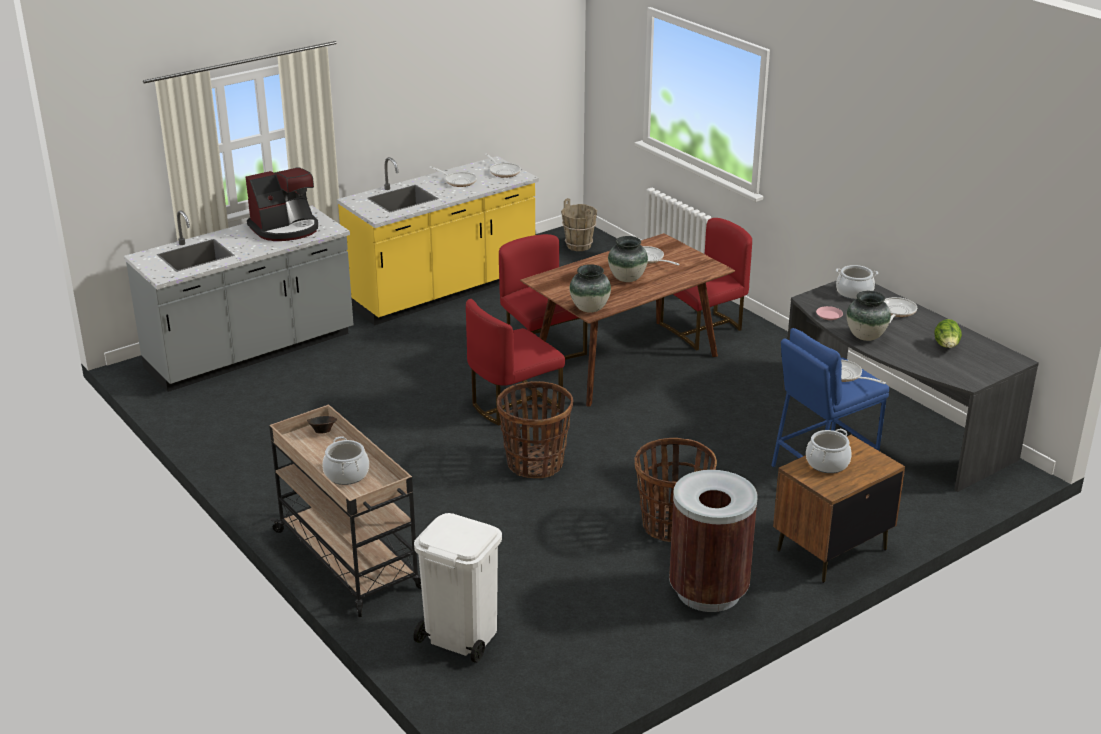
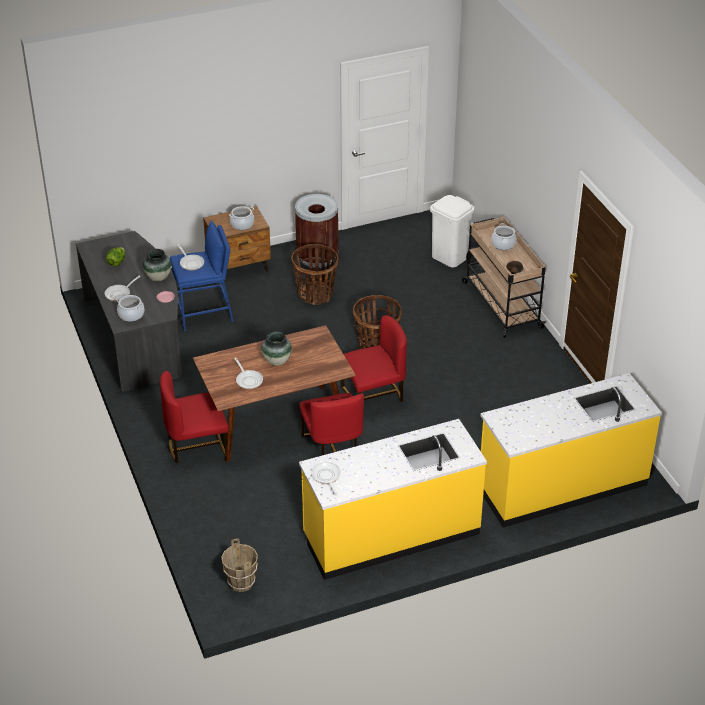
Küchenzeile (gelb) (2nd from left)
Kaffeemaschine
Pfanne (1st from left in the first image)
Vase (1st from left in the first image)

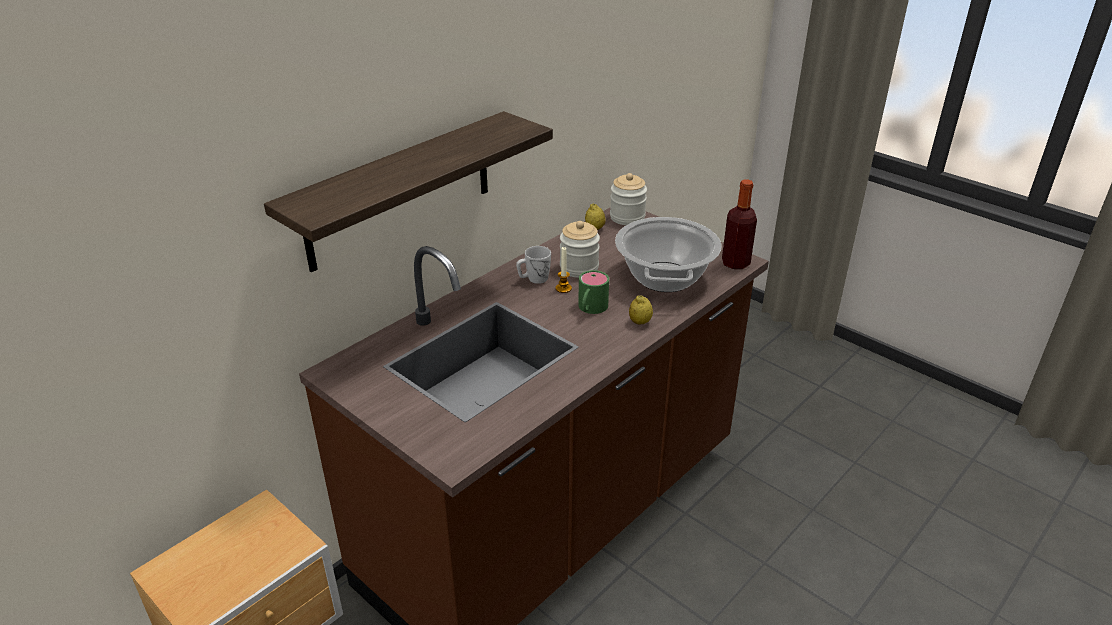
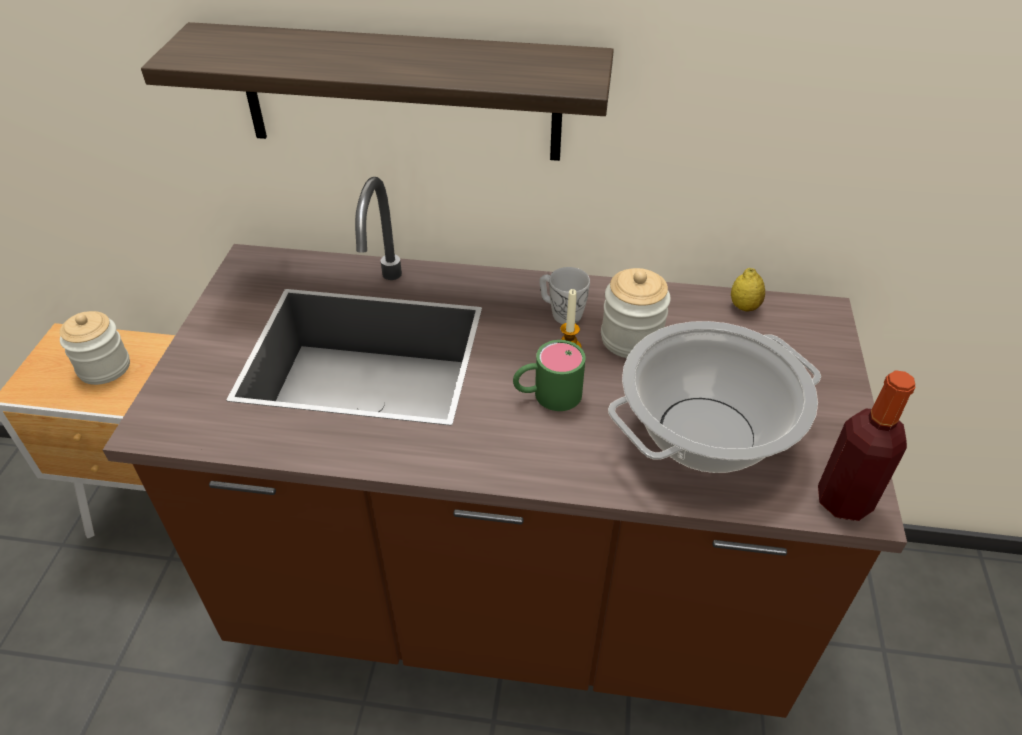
Vorratsglas (1st from left)
Zitrone (2nd from left in the first image)

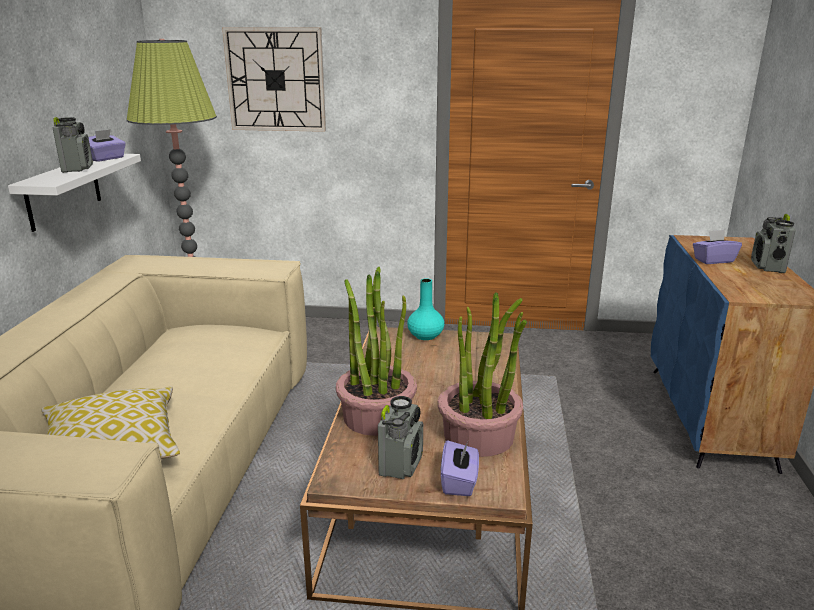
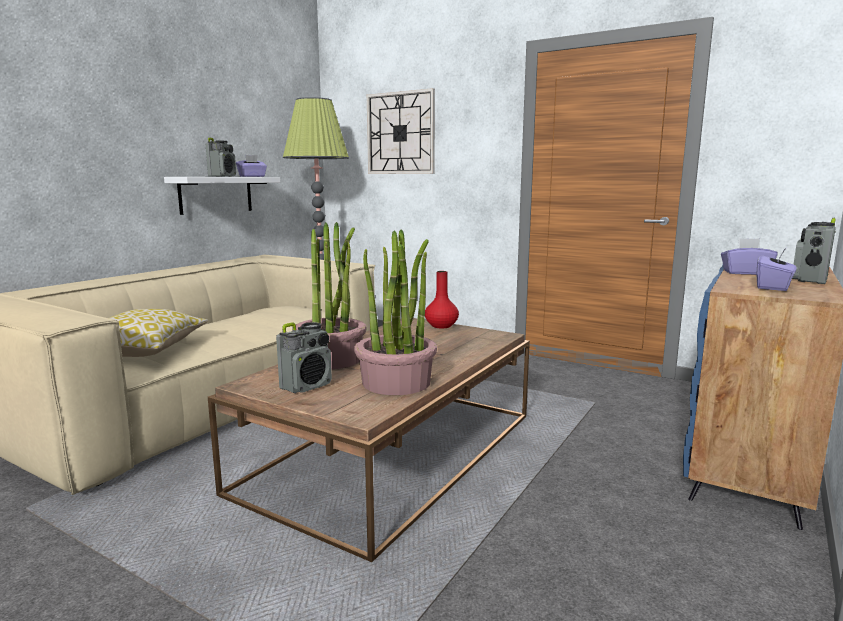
Vase (rot)
Taschentuchbox (lila) (3rd from left)

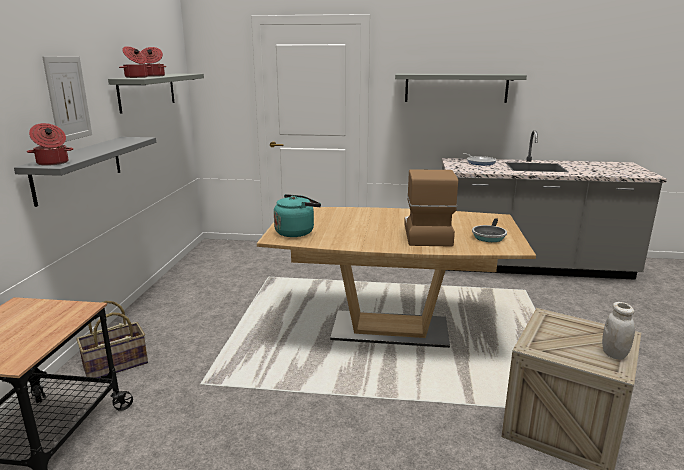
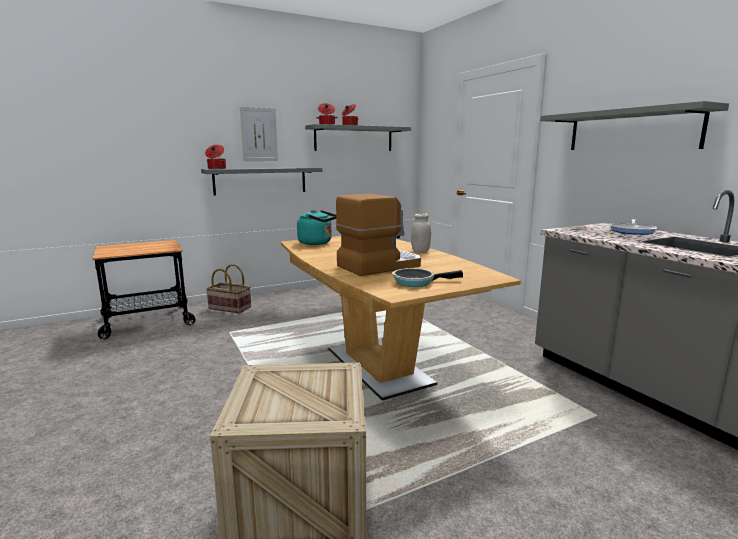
Vorratsglas (weiß)

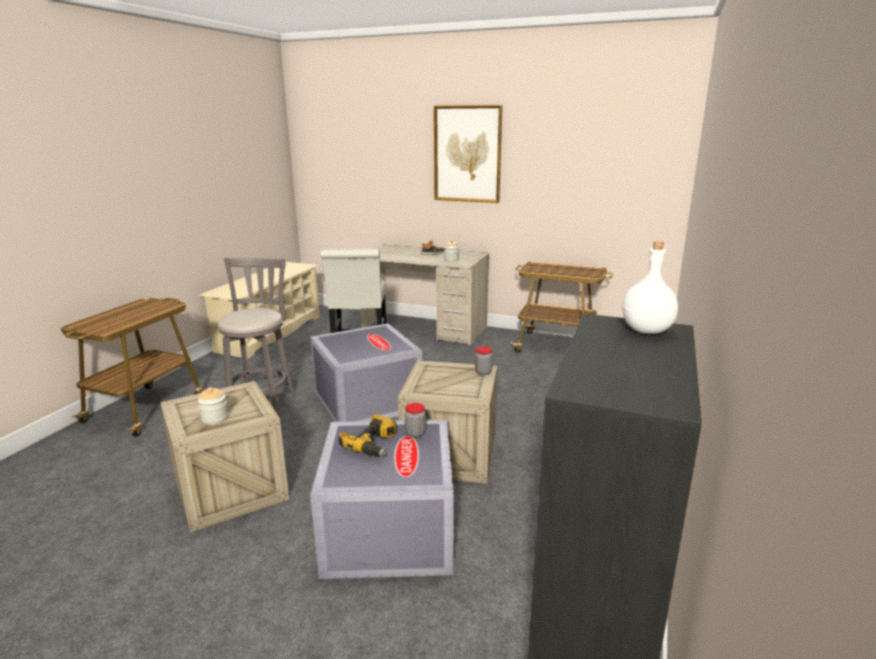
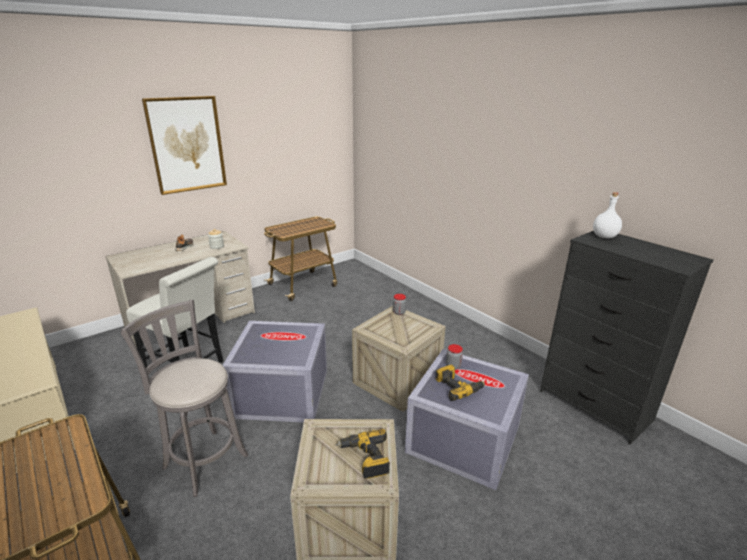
Bohrmaschine (1st from left)

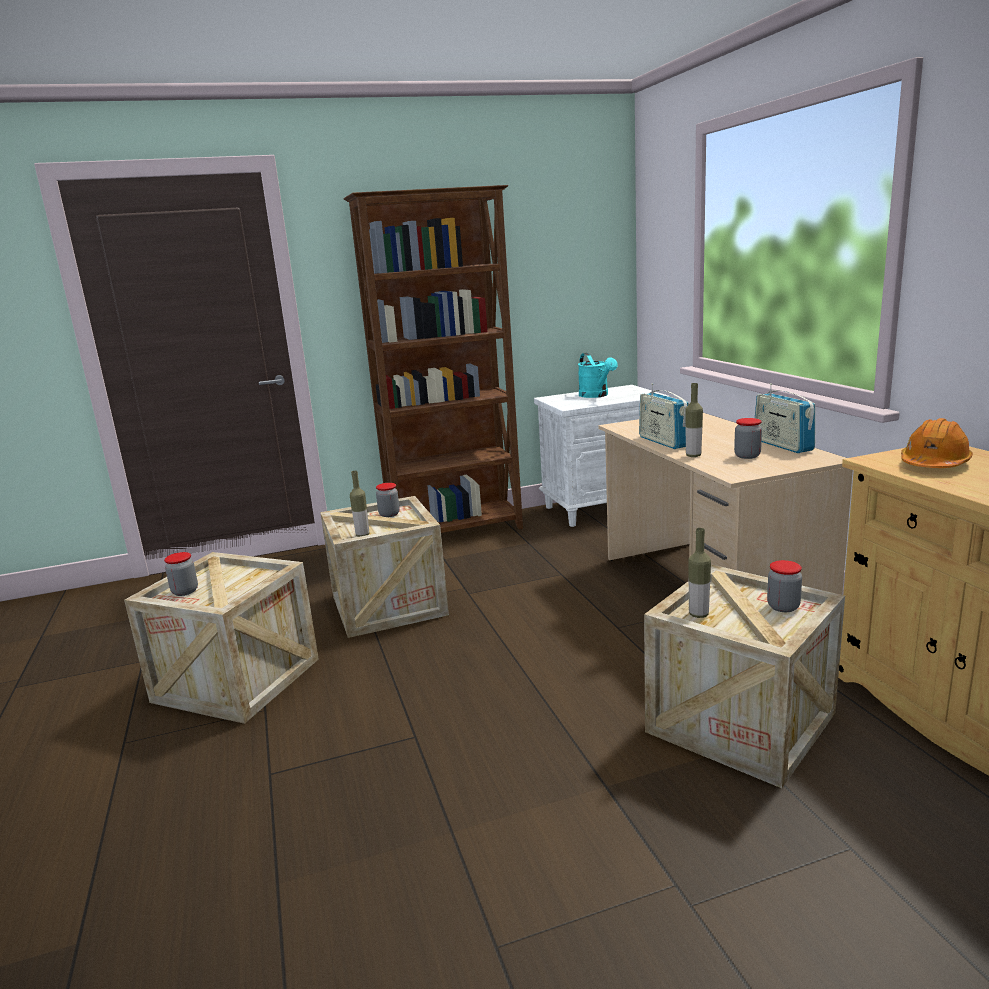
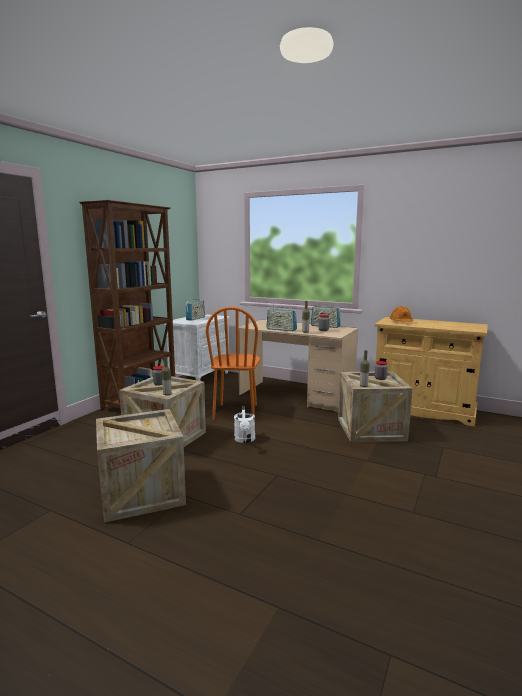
Vorratsglas (1st from left in the first image)
Radio (1st from left)
Stuhl (orange)
Gießkanne (weiß)

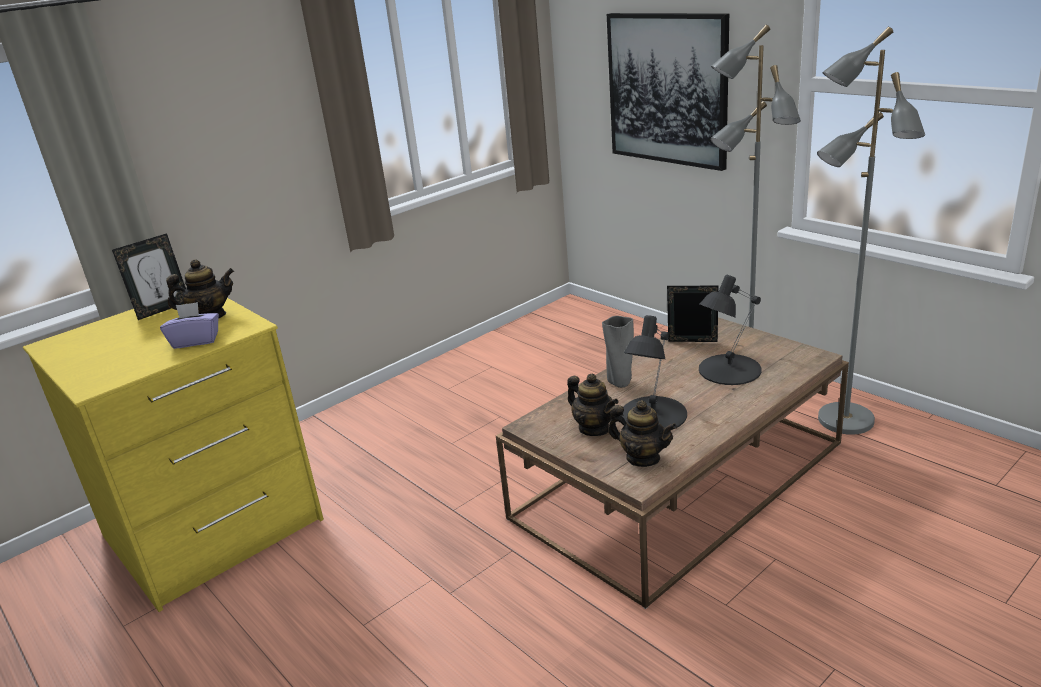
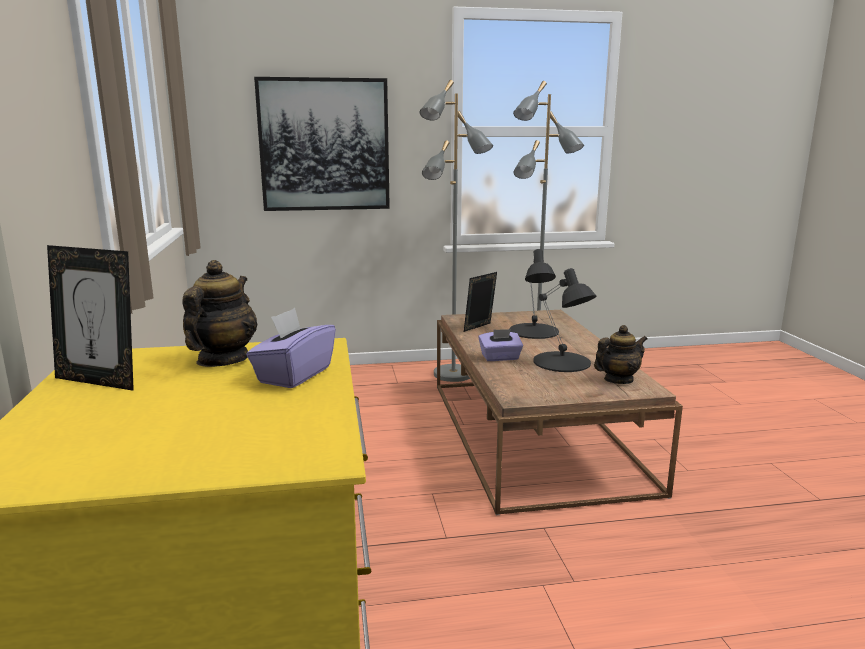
Bilderrahmen (1st from left)
Teekanne (2nd from left in the first image)
Taschentuchbox (lila) (2nd from left)

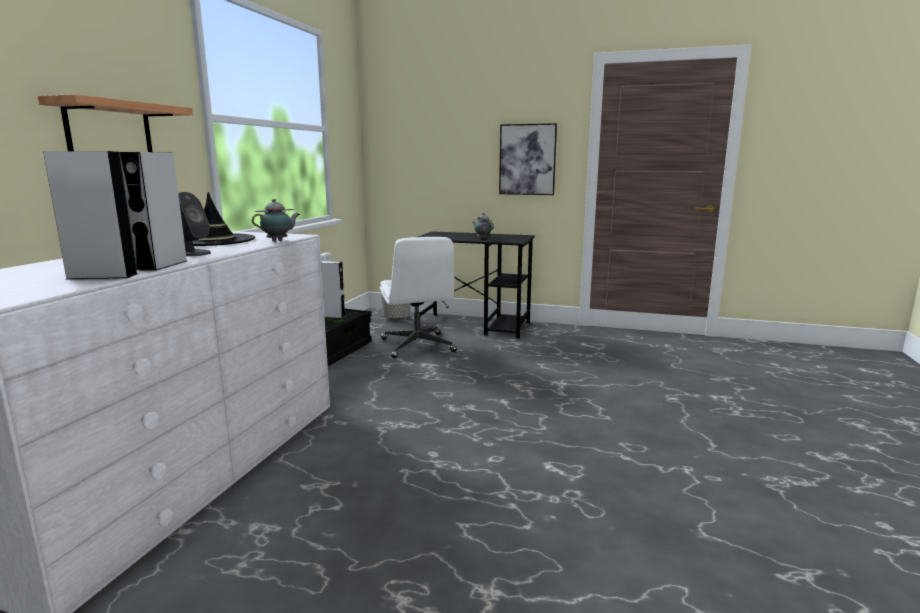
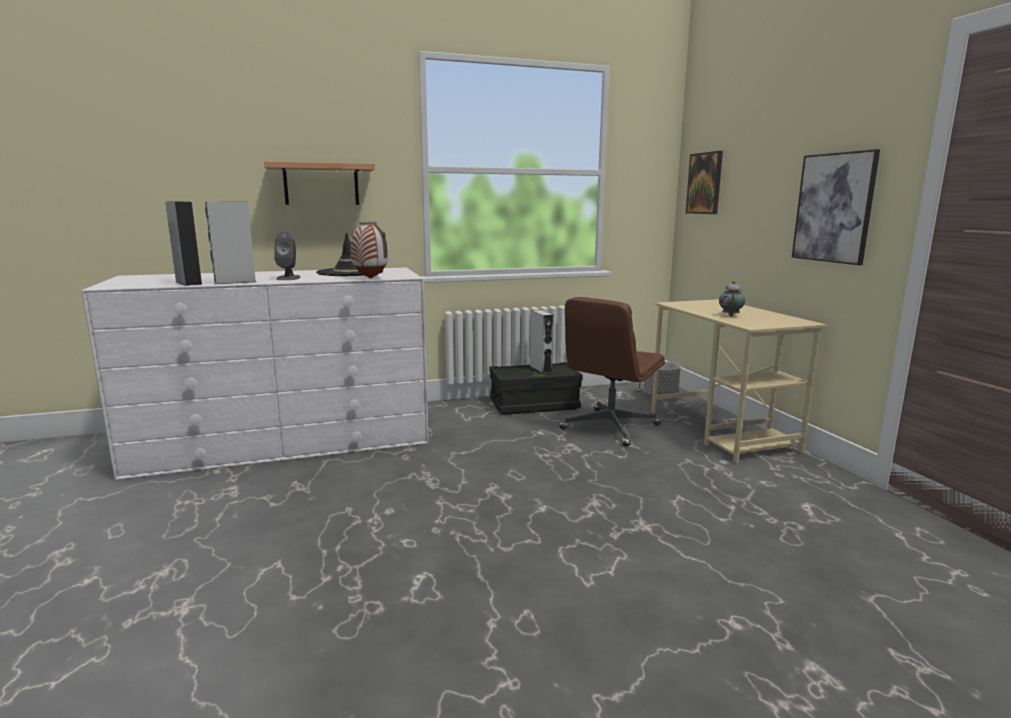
Vase
Bürostuhl (braun)
Schreibtisch (beige)
Bild (1st from left)

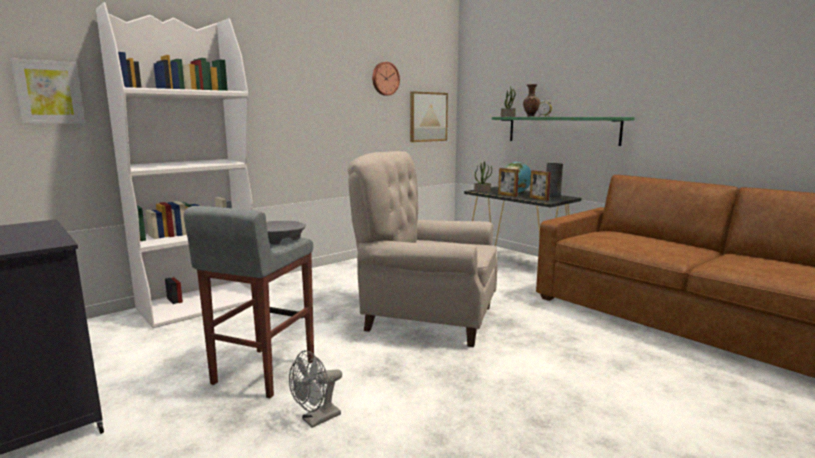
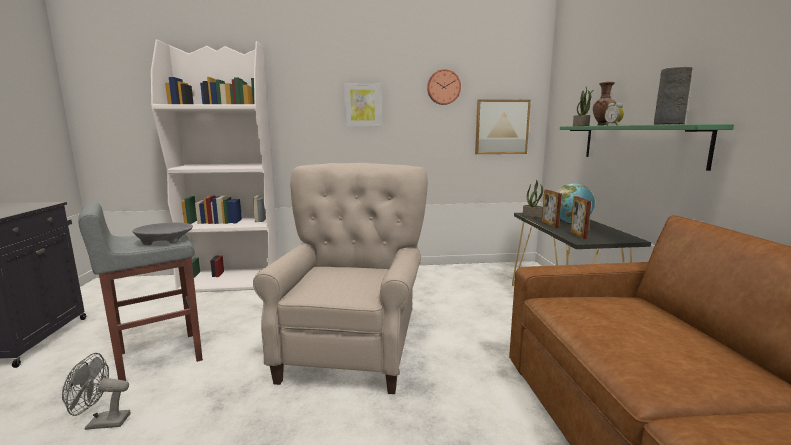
Bild (1st from left)
Sessel (beige)
Vase (grau)

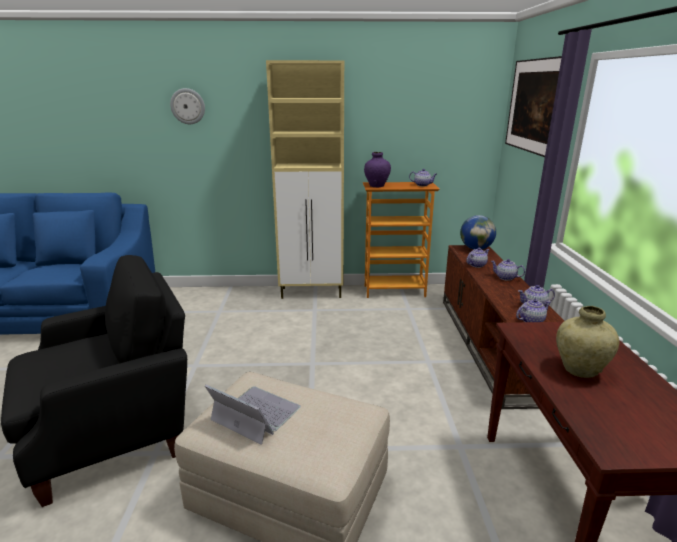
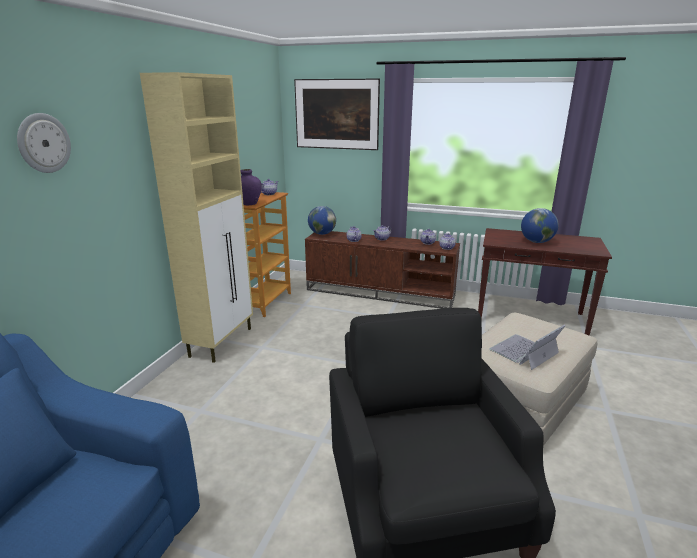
Globus (2nd from left)

